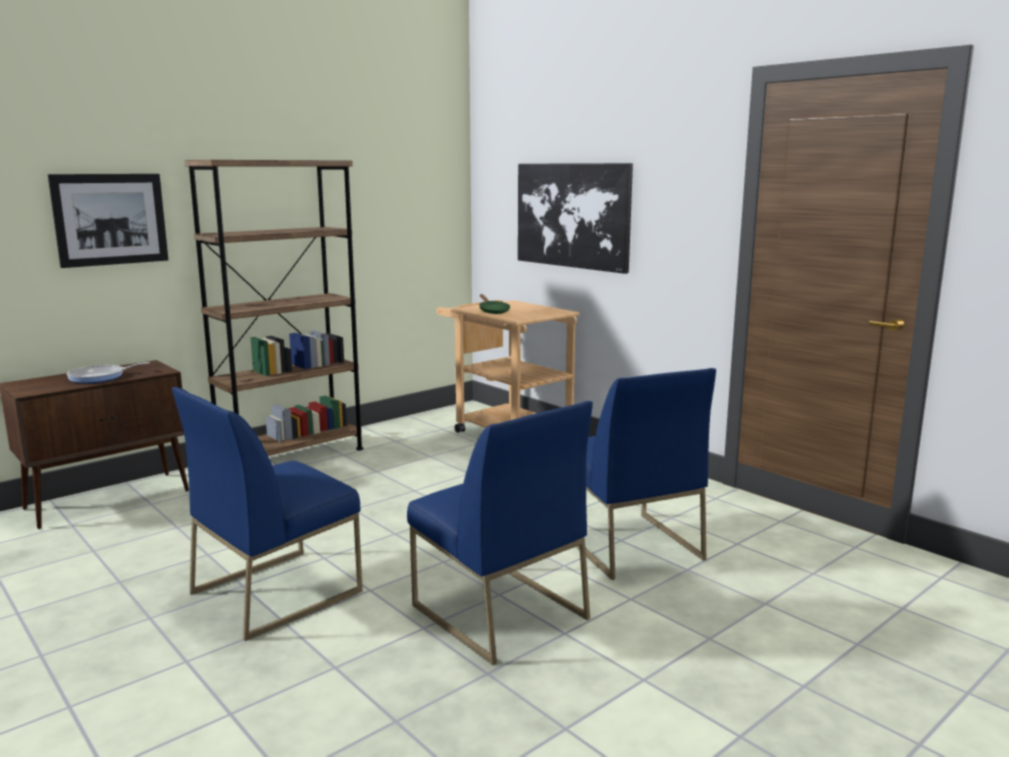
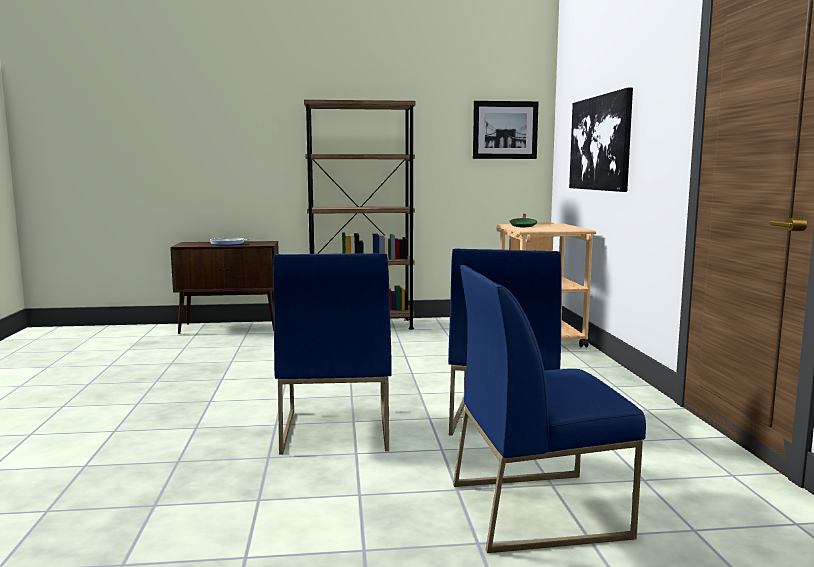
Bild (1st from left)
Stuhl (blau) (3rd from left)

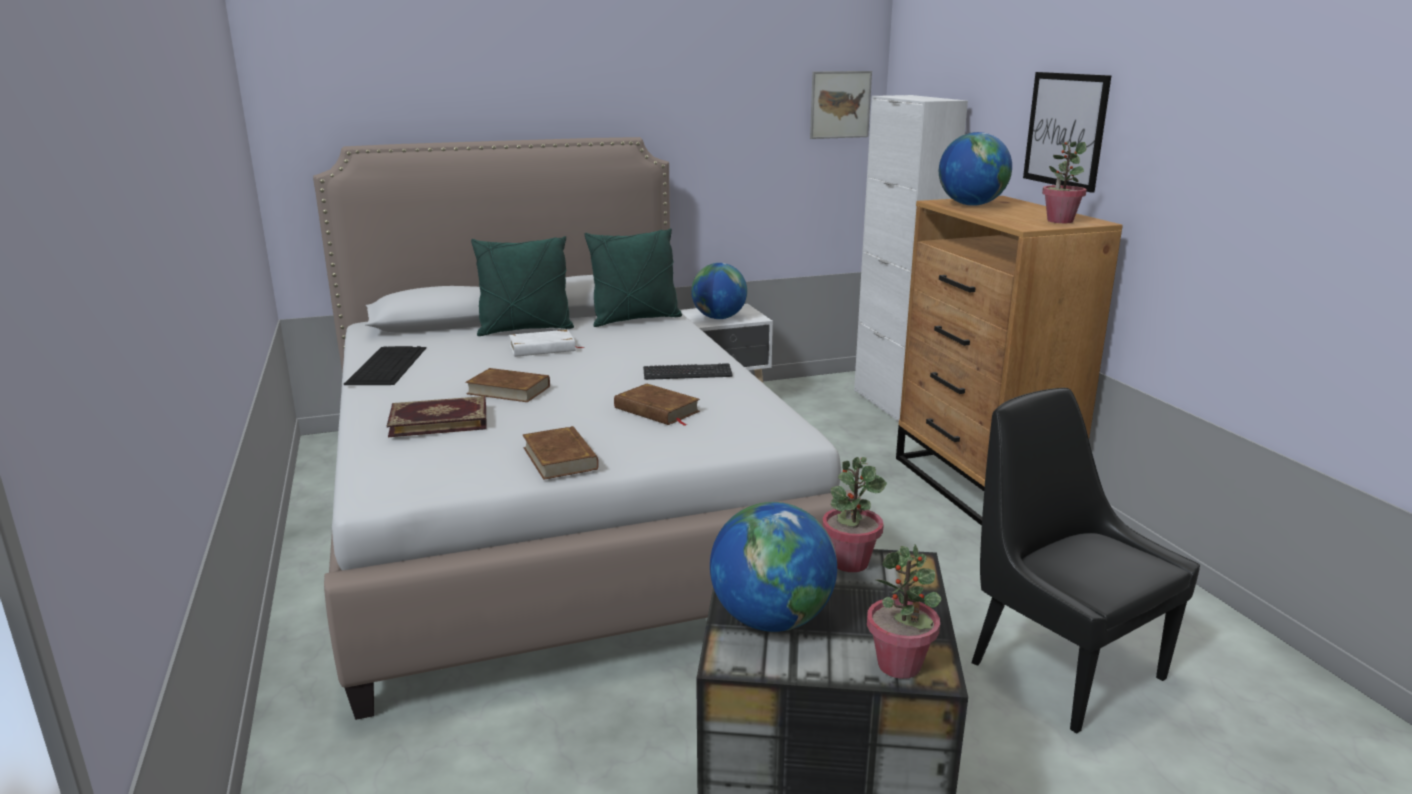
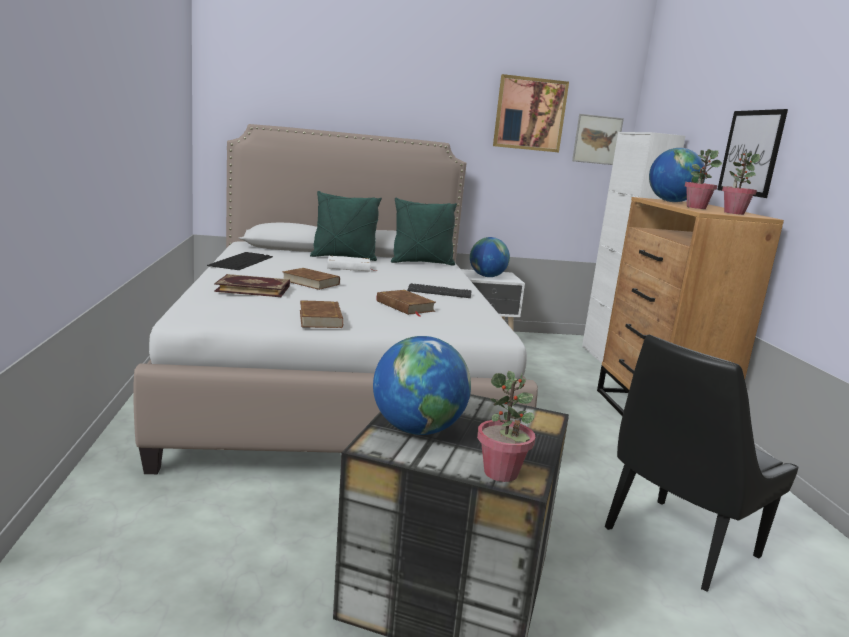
Topfpflanze (2nd from left)
Stuhl (schwarz)
Bild (1st from left)

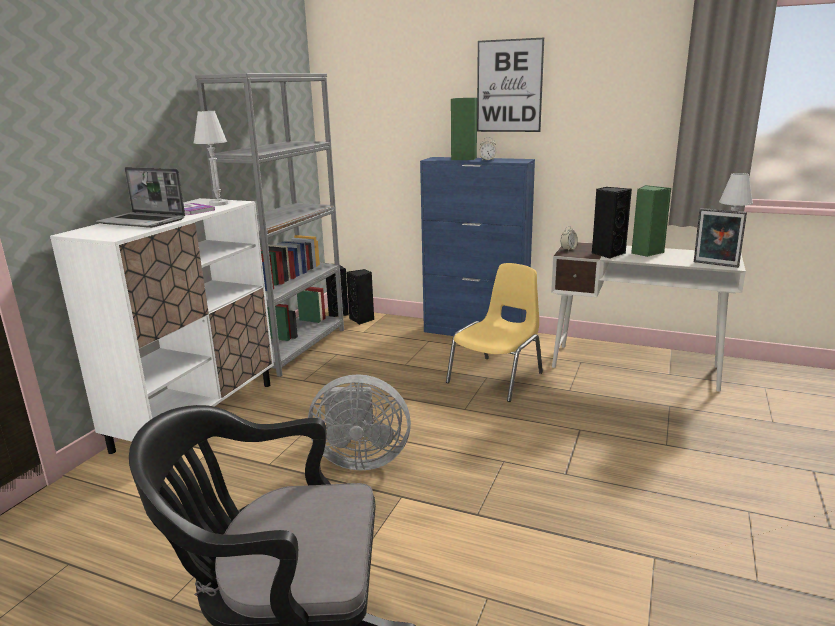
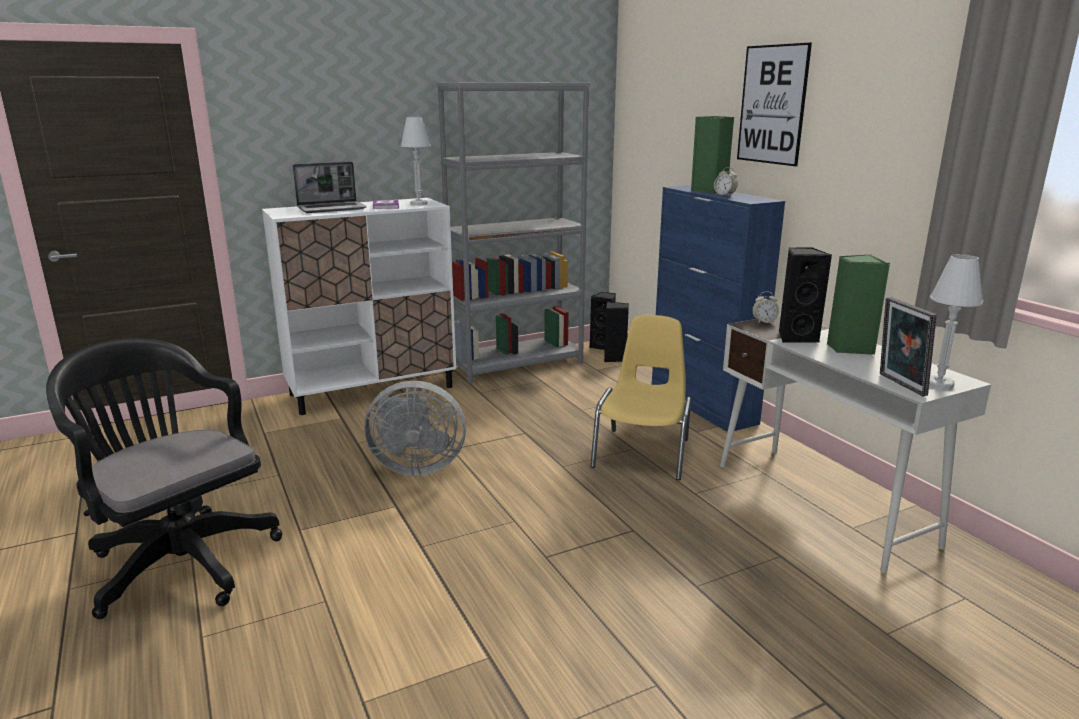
Laptop
Ventilator (grau)
Stuhl (gelb)

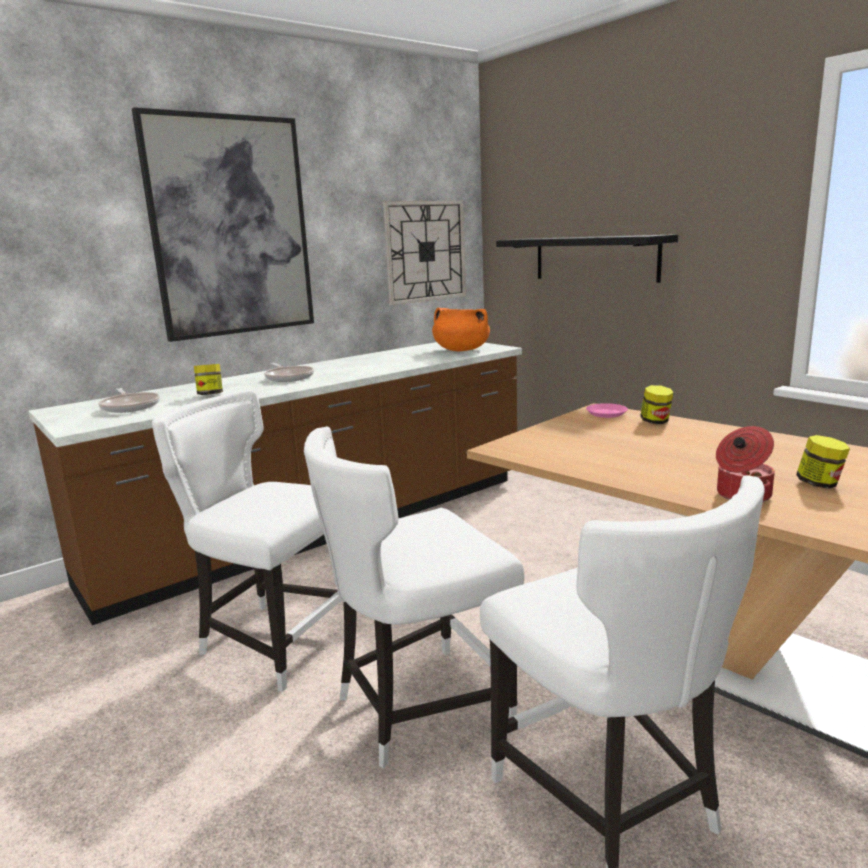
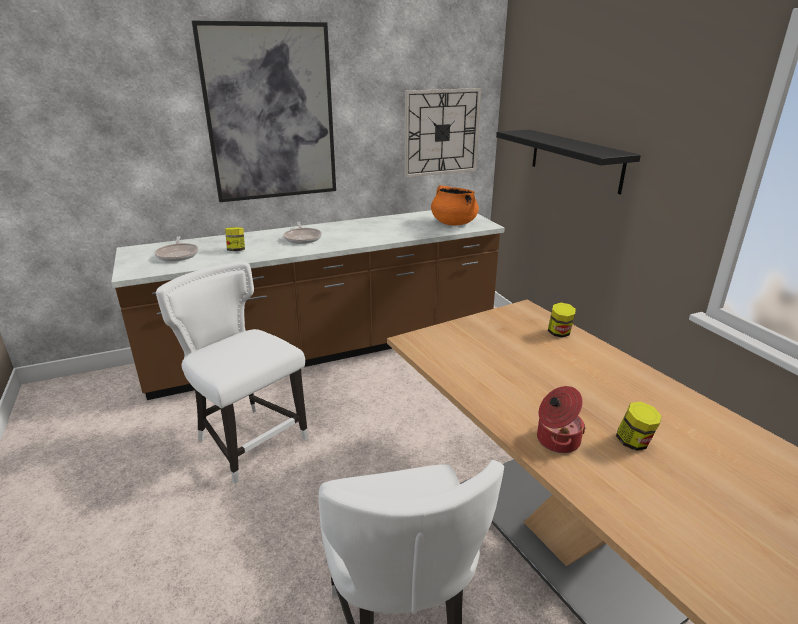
Stuhl (weiß) (2nd from left in the first image)
Teller (rosa)

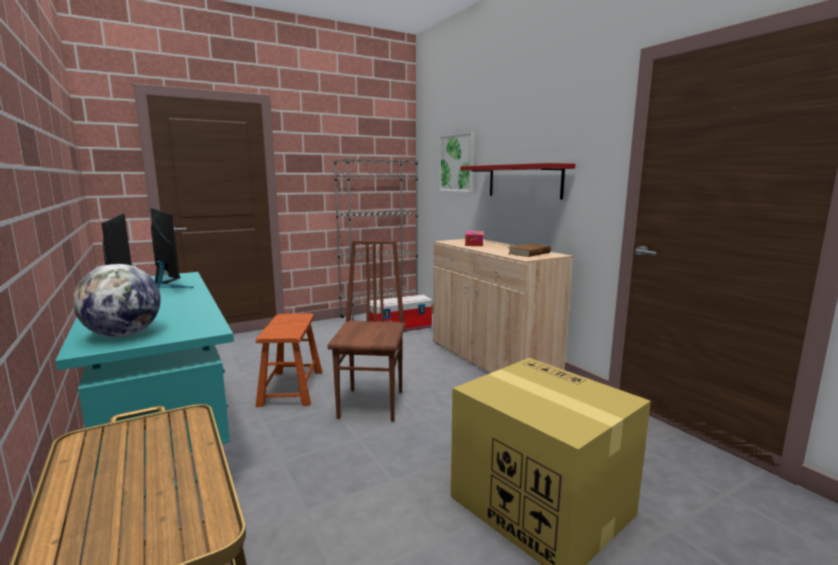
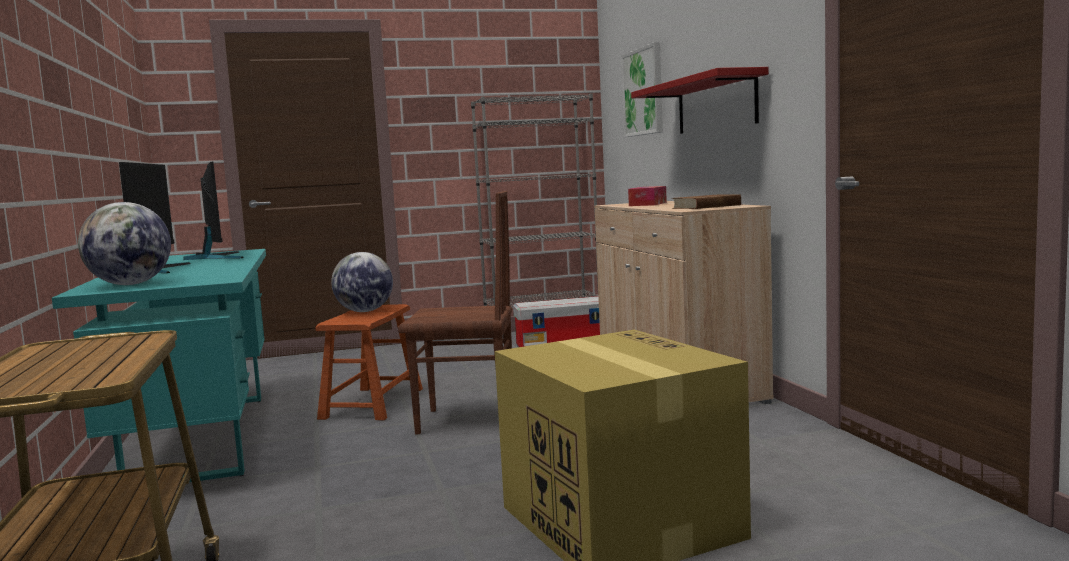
Stuhl (braun)
Globus (2nd from left)

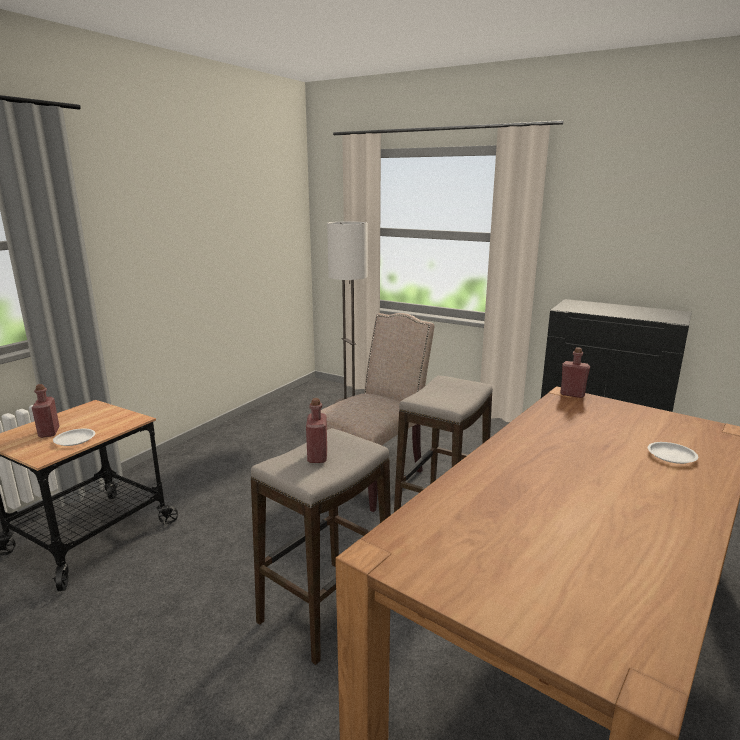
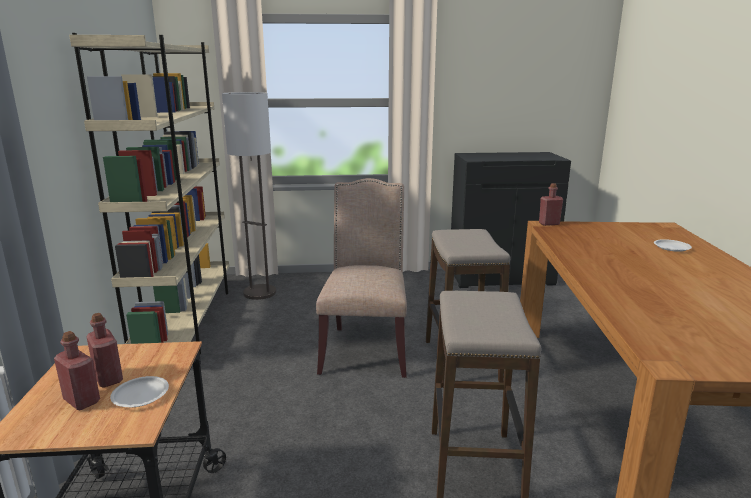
Flasche (rot) (2nd from left)
Bücherregal (beige)

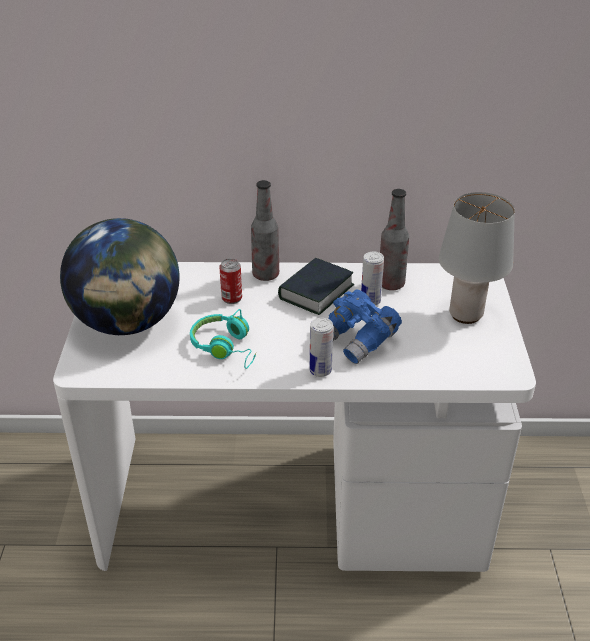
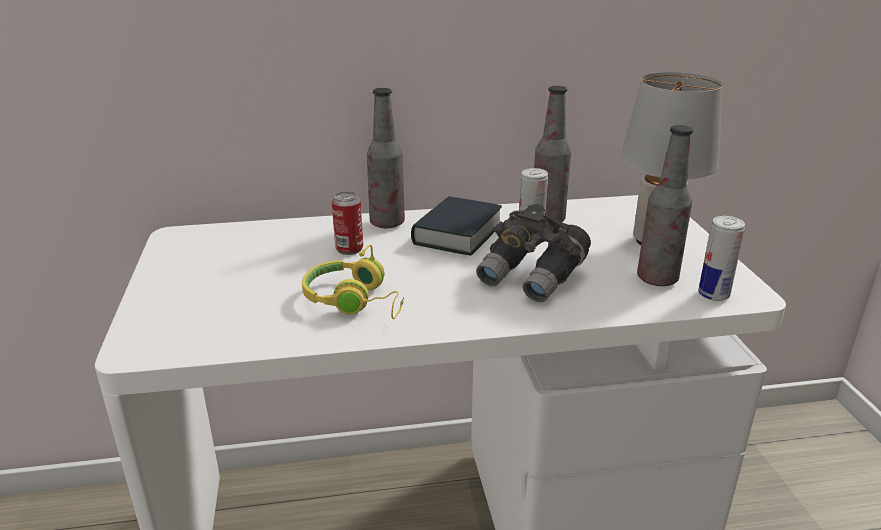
Globus
Kopfhörer (gelb)
Dose (3rd from left)
Fernglas (grau)
Flasche (3rd from left)

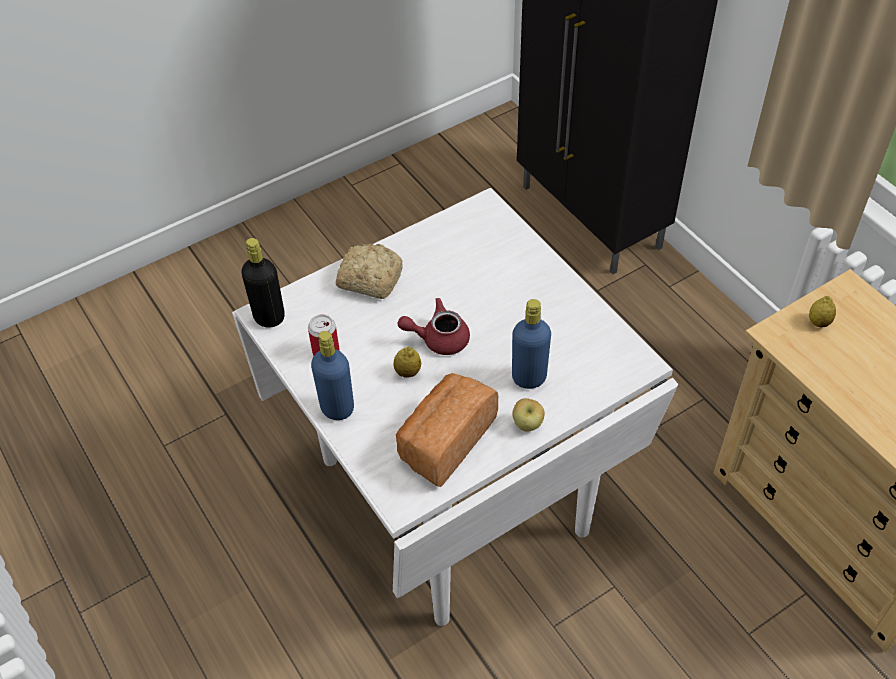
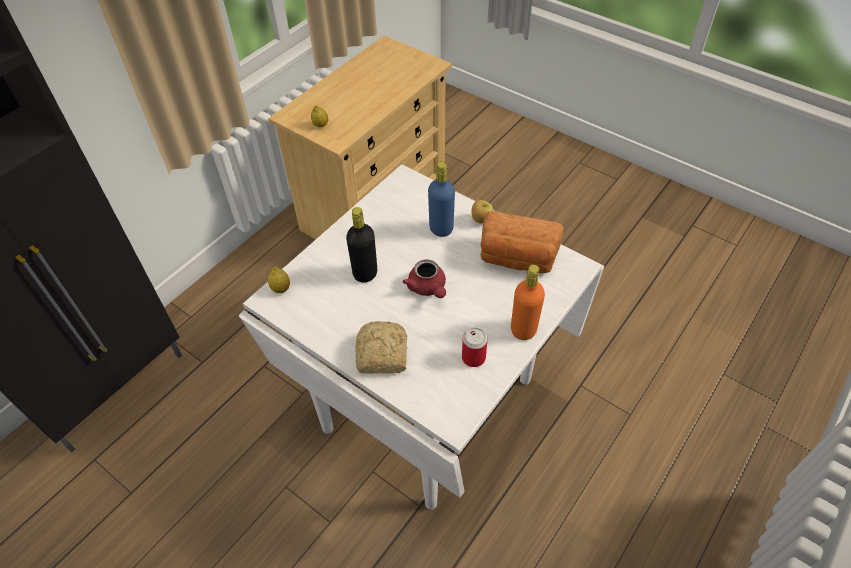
Flasche (schwarz)
Flasche (orange)
Zitrone (1st from left)

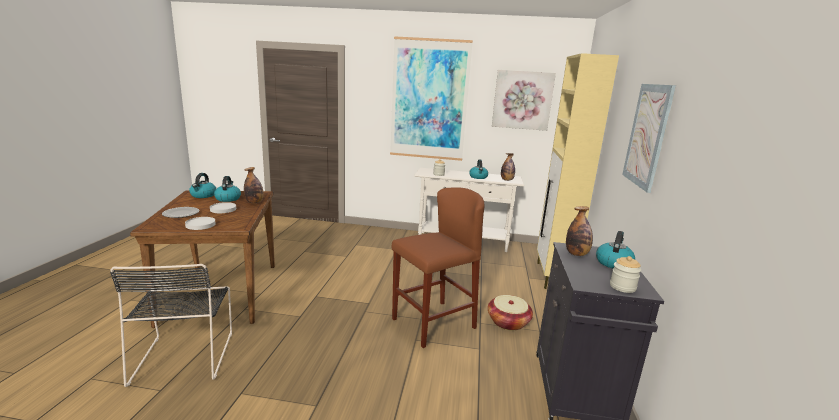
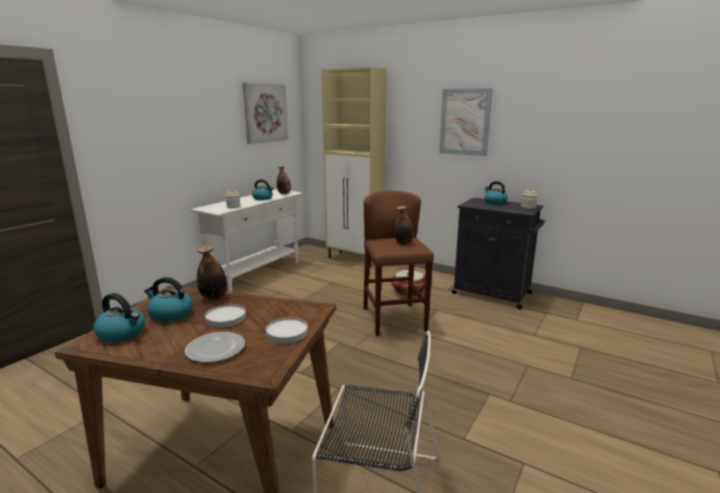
Bild (1st from left in the first image)
Flasche (3rd from left)

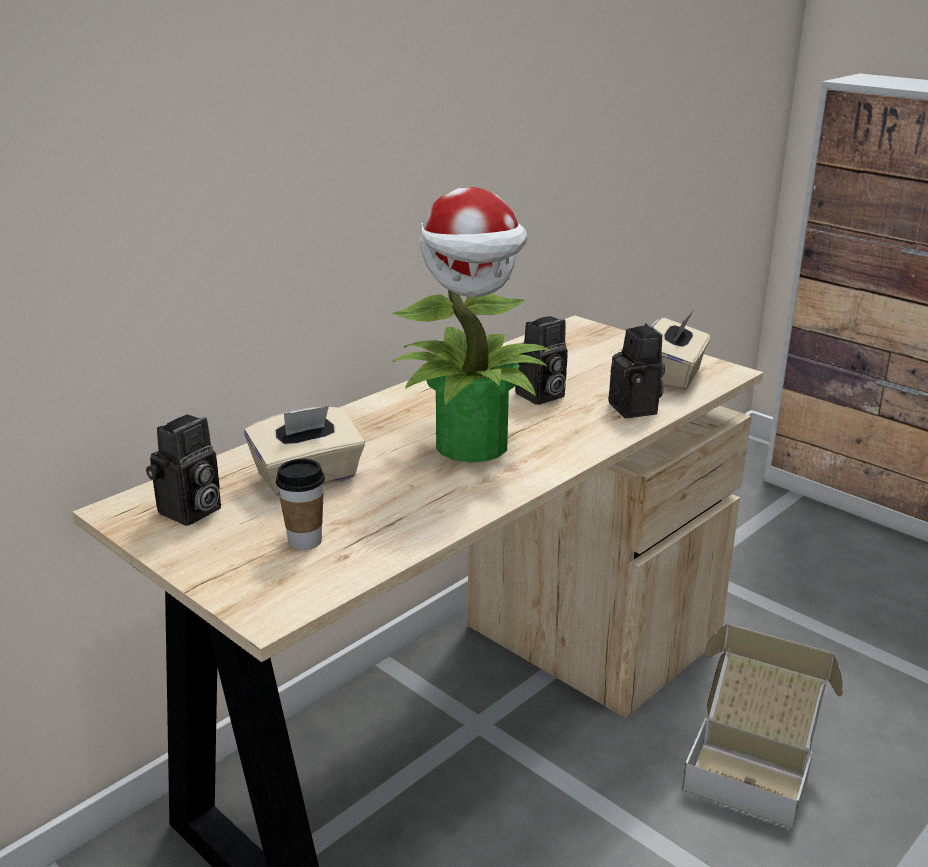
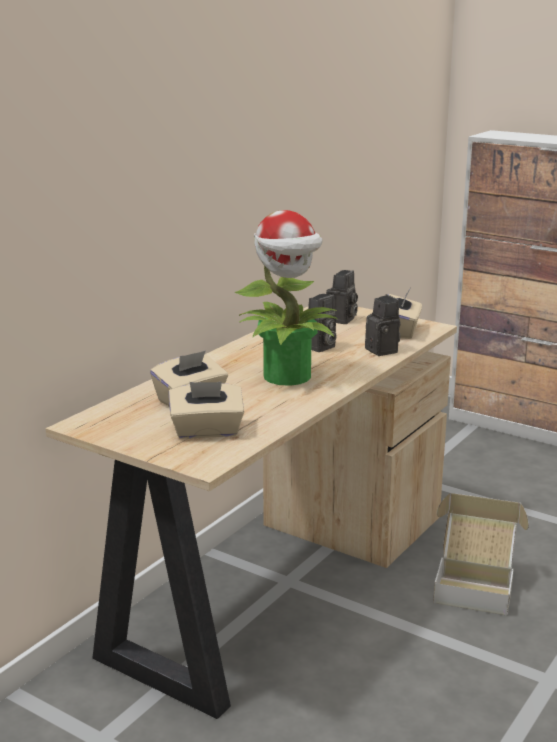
Kamera (2nd from left)
Taschentuchbox (beige) (2nd from left)

